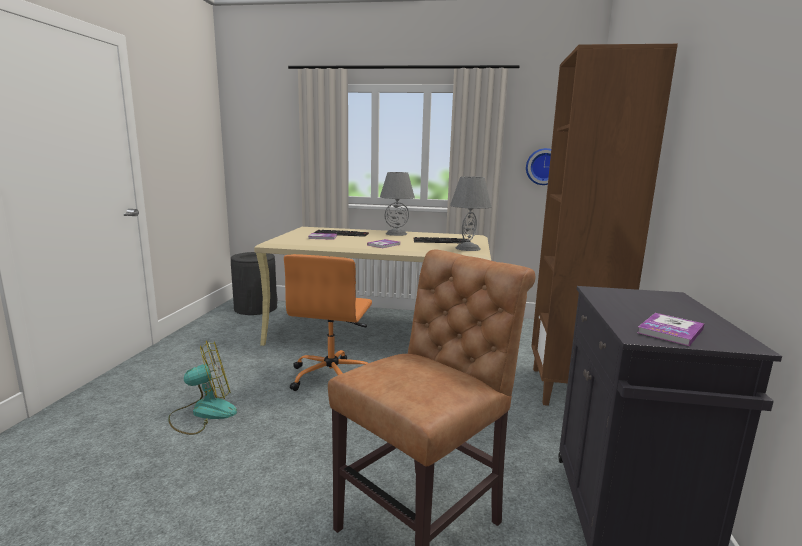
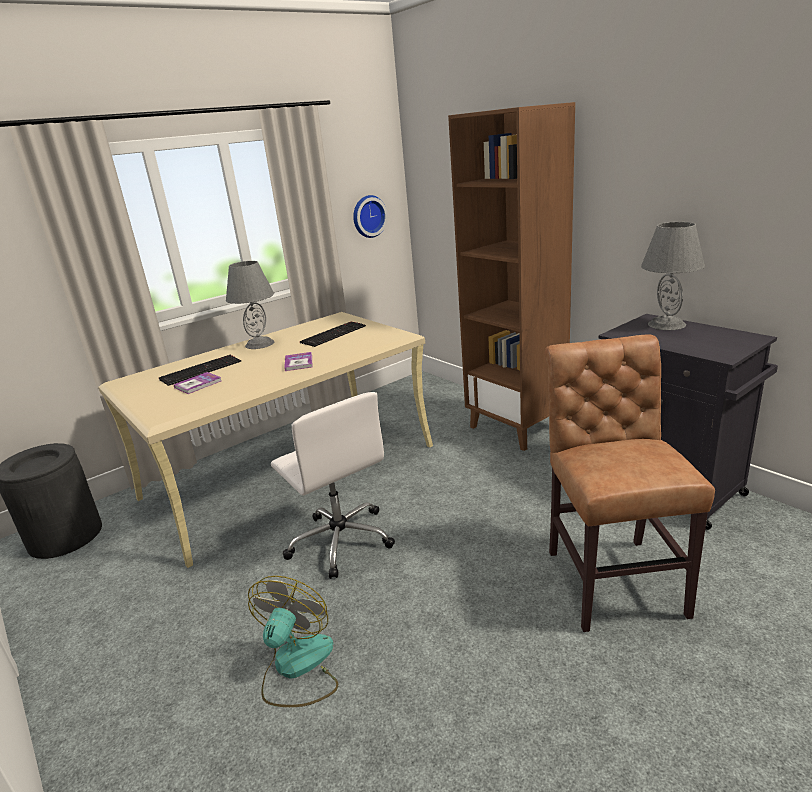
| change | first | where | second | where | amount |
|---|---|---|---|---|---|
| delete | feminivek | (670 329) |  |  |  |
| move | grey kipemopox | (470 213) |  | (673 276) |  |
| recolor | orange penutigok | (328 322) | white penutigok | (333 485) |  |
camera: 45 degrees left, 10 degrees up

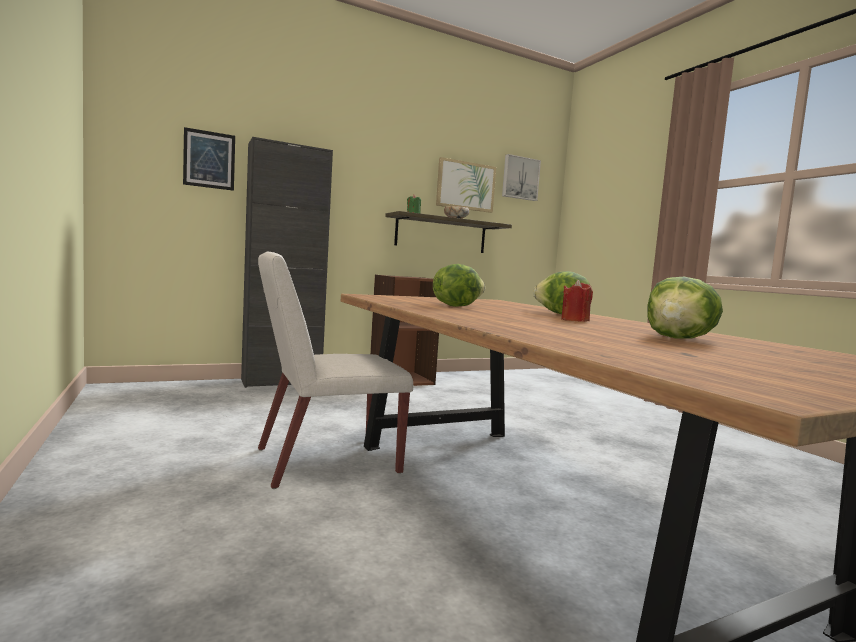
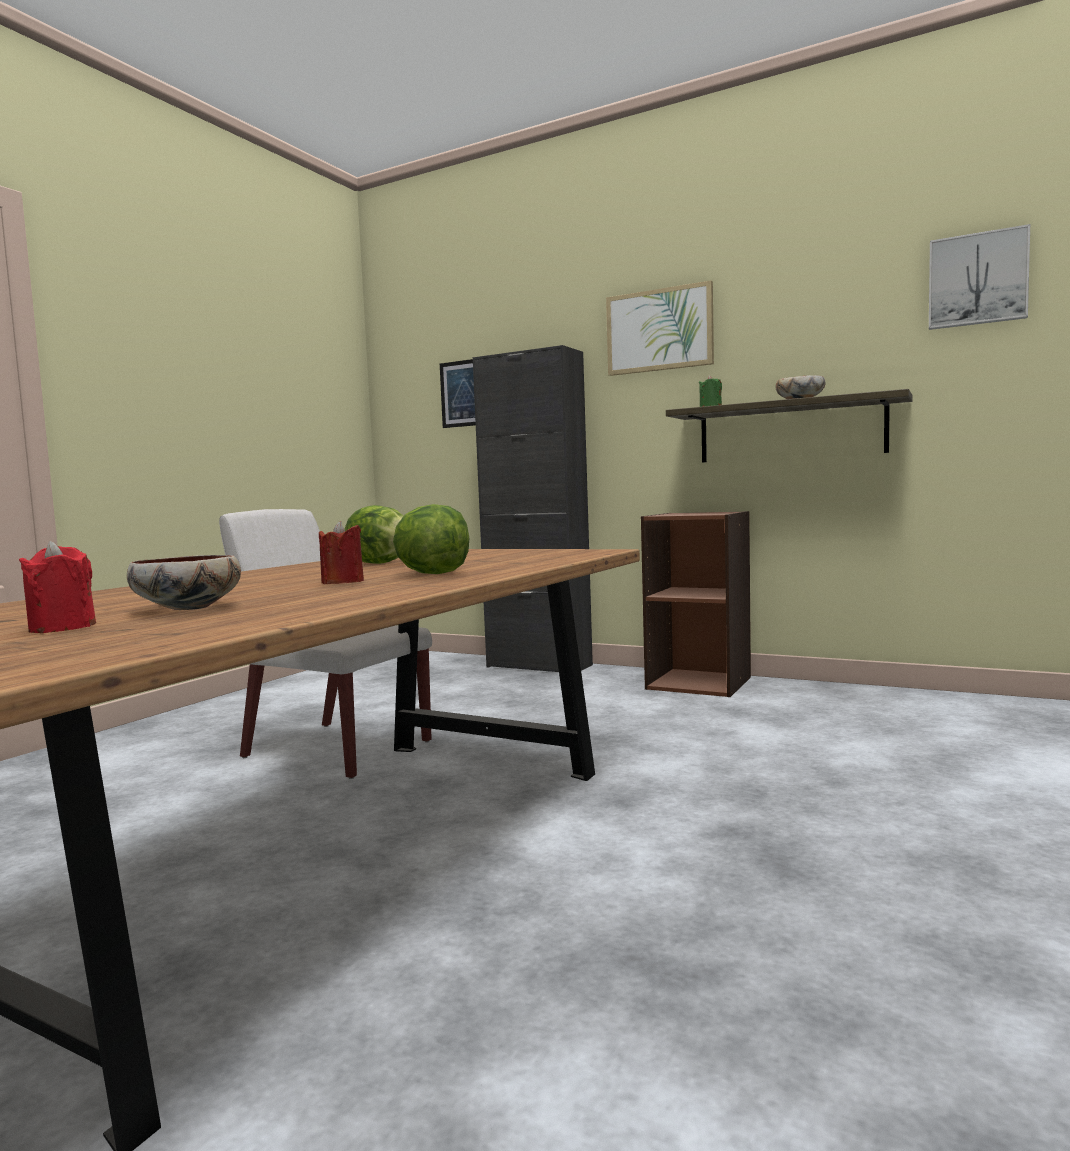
| change | first | where | second | where | amount |
|---|---|---|---|---|---|
| insert |  |  | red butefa | (57 587) |  |
| move | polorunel | (466 185) |  | (660 328) |  |
| replace | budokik | (685 308) | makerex | (184 582) |  |
camera: 55 degrees right, 0 degrees up

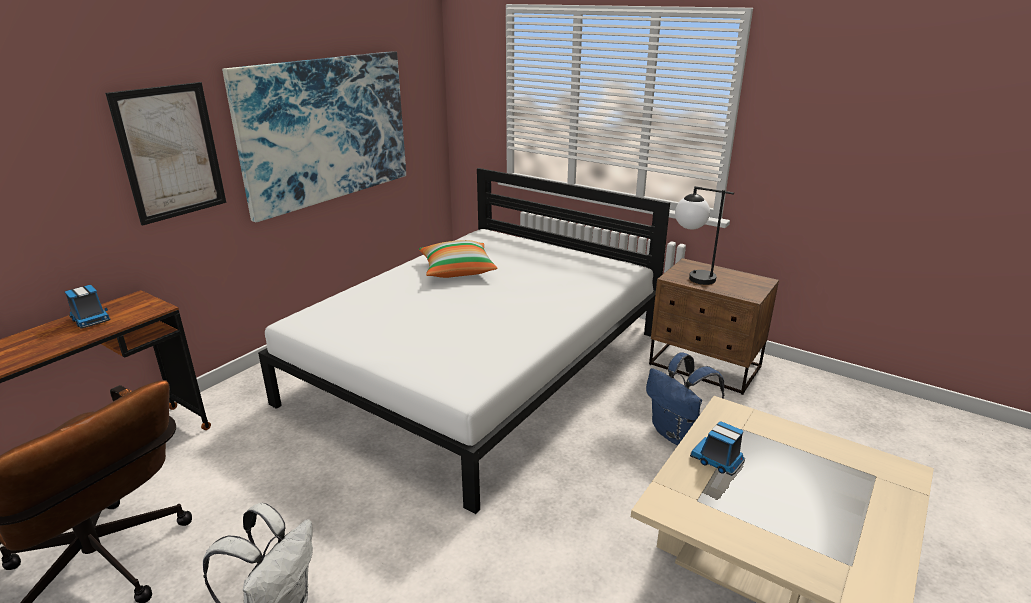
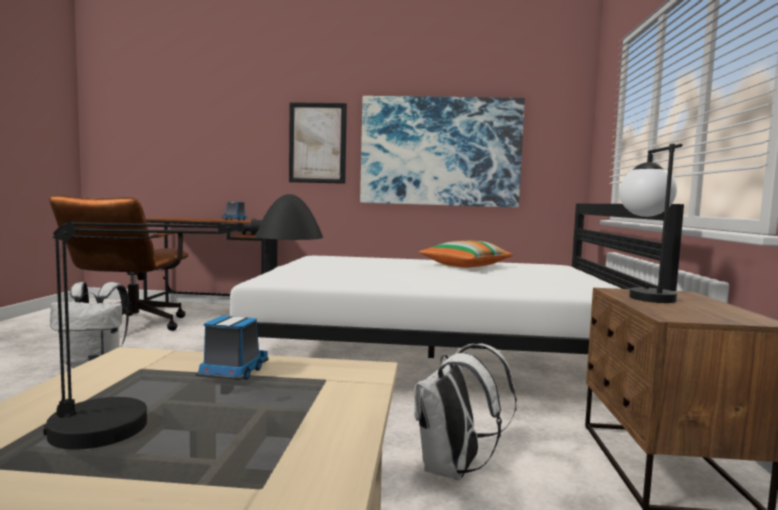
| change | first | where | second | where | amount |
|---|---|---|---|---|---|
| insert |  |  | black kipemopox | (183 322) |  |
| recolor | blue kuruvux | (685 398) | white kuruvux | (465 412) |  |
camera: 60 degrees right, 20 degrees down

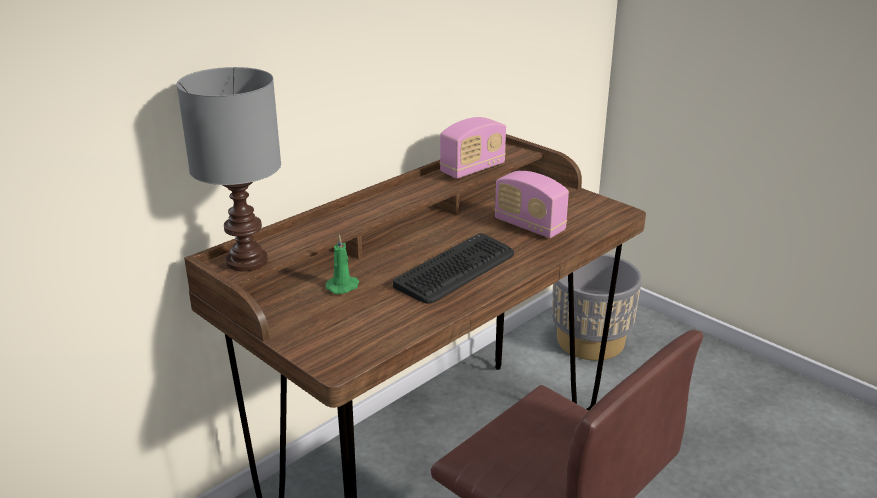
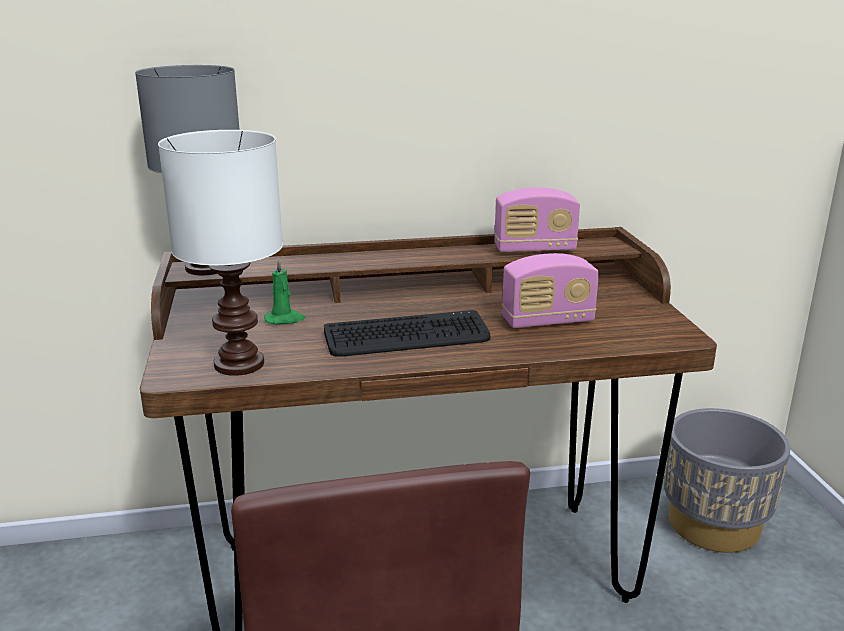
| change | first | where | second | where | amount |
|---|---|---|---|---|---|
| insert |  |  | white kipemopox | (220 253) |  |
| rotate | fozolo | (531 204) |  | (550 290) | 90 degrees counterclockwise |
camera: 35 degrees right, 5 degrees down

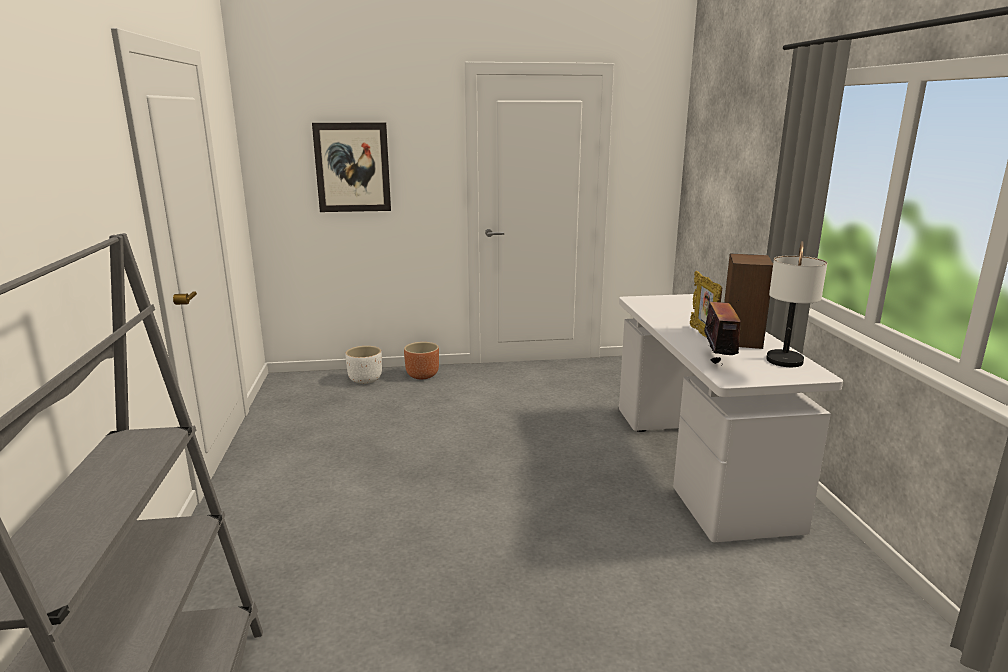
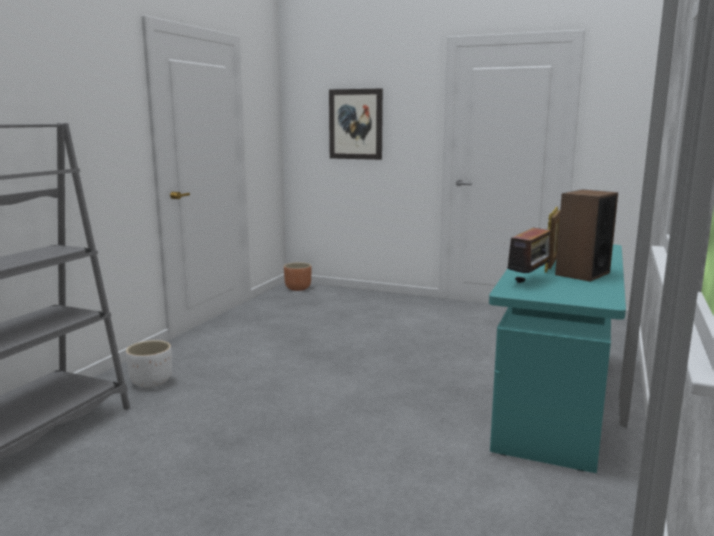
| change | first | where | second | where | amount |
|---|---|---|---|---|---|
| delete | kipemopox | (796 304) |  |  |  |
| move | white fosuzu | (363 365) |  | (149 364) |  |
| move | brown fosuzu | (421 360) |  | (298 276) |  |
| recolor | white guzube | (731 418) | turquoise guzube | (557 358) |  |
camera: 30 degrees right, 5 degrees down

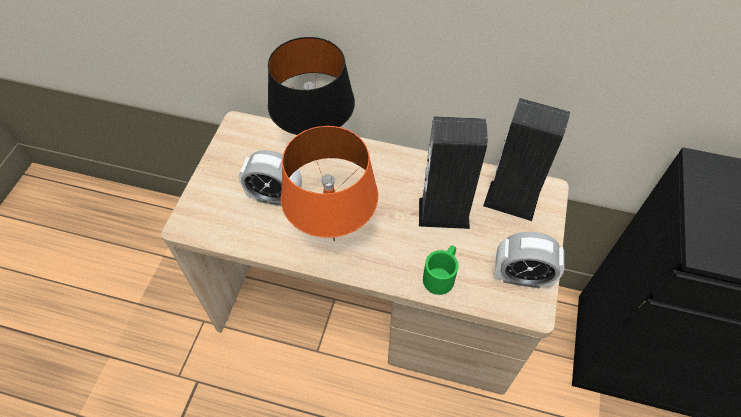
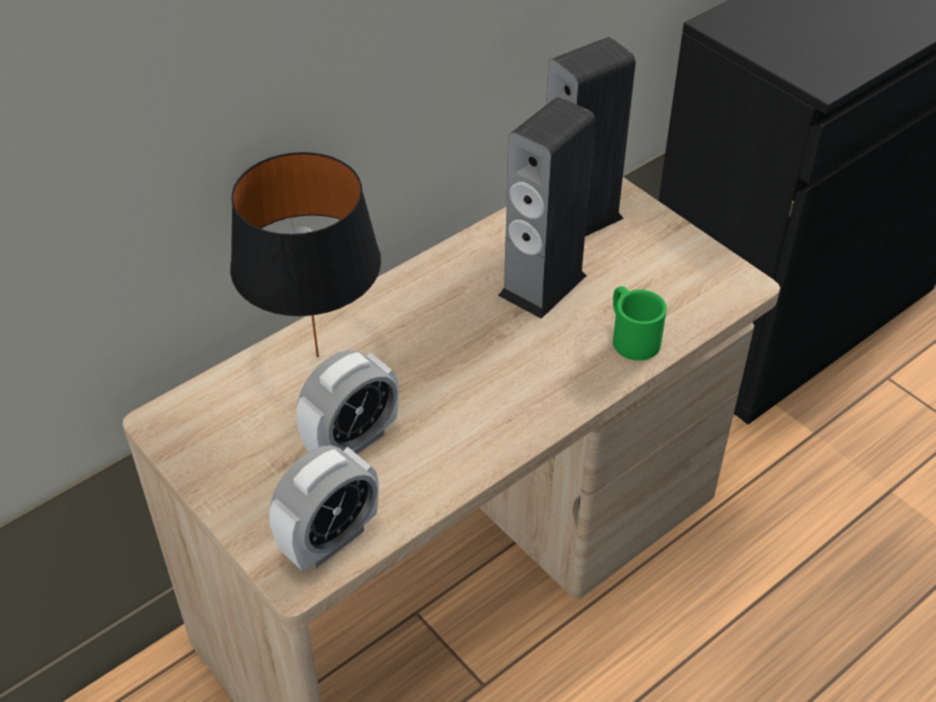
| change | first | where | second | where | amount |
|---|---|---|---|---|---|
| delete | orange kipemopox | (329 183) |  |  |  |
| move | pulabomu | (529 260) |  | (324 508) |  |
camera: 55 degrees left, 10 degrees down

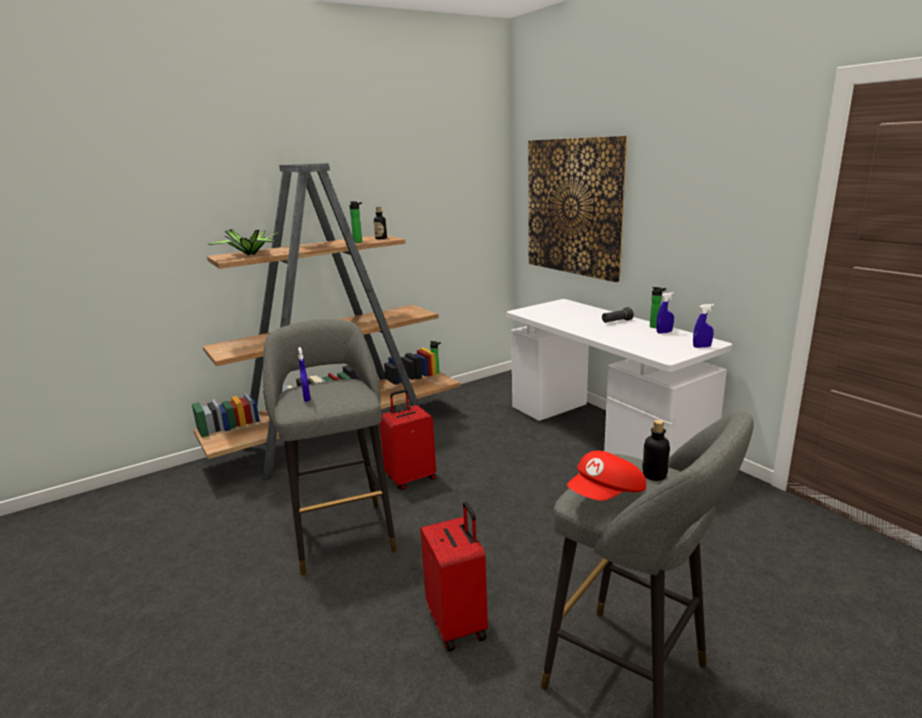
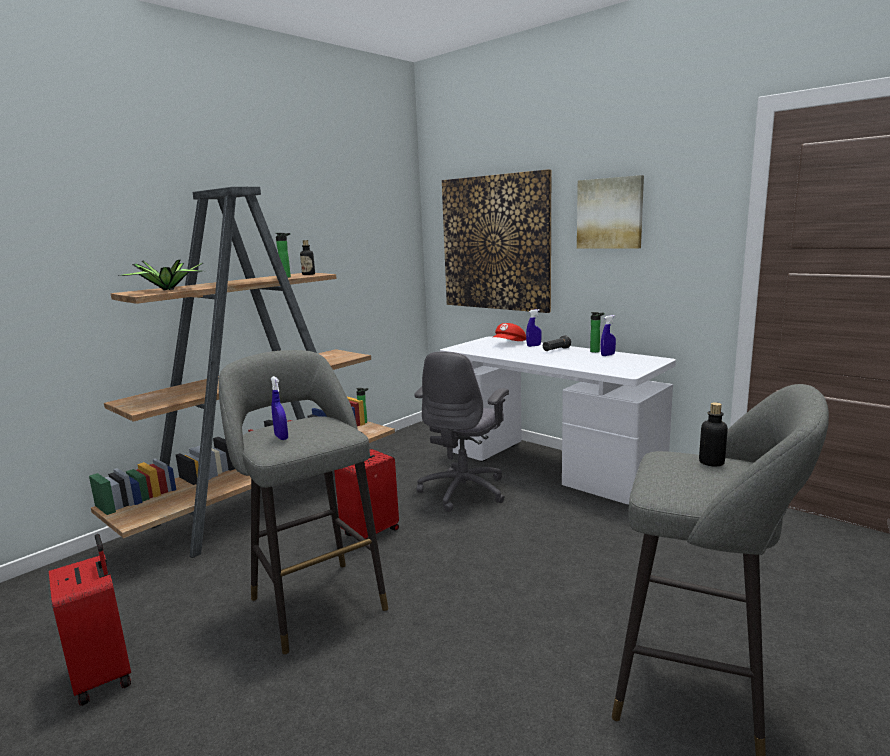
| change | first | where | second | where | amount |
|---|---|---|---|---|---|
| insert |  |  | grey penutigok | (461 431) |  |
| insert |  |  | polorunel | (610 211) |  |
| move | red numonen | (454 576) |  | (90 620) |  |
| move | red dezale | (606 476) |  | (509 332) |  |
| move | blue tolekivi | (703 326) |  | (534 328) |  |
camera: 15 degrees left, 5 degrees down

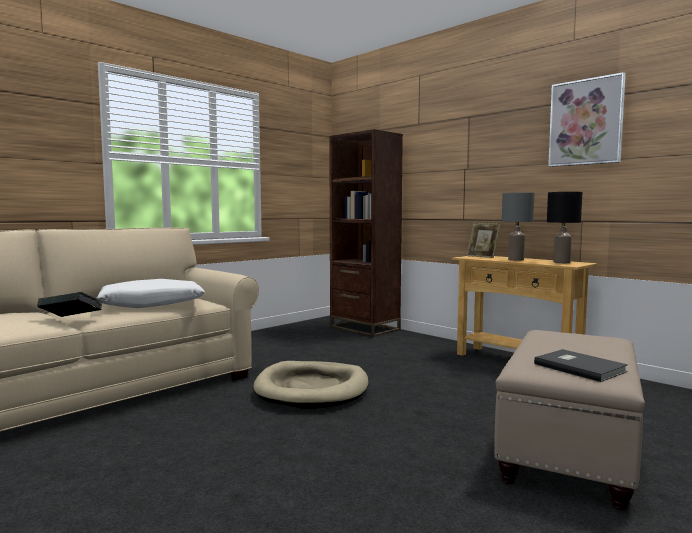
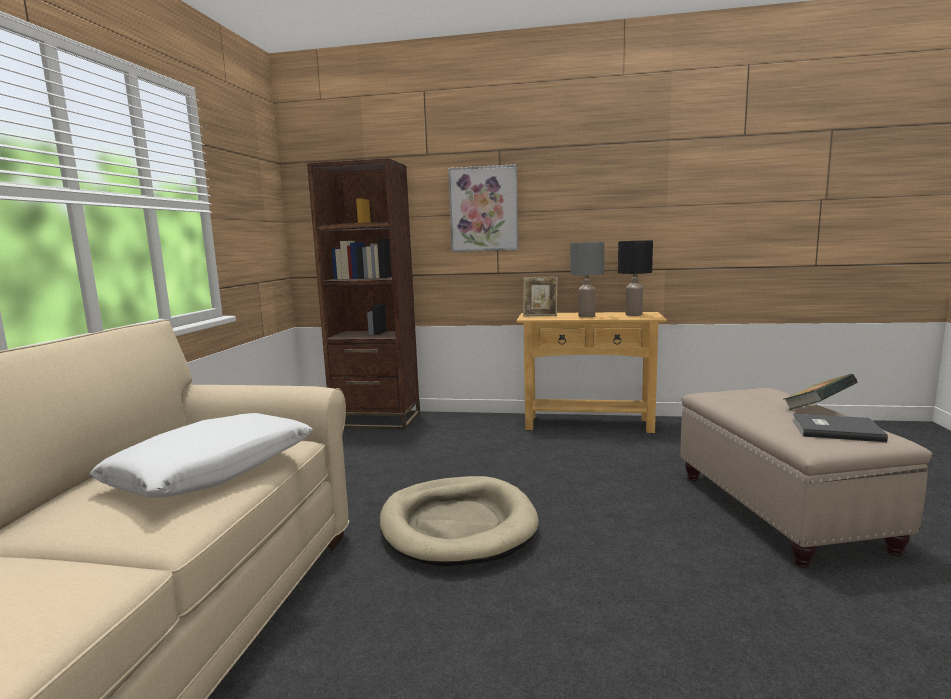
| change | first | where | second | where | amount |
|---|---|---|---|---|---|
| move | feminivek | (69 304) |  | (821 392) |  |
| move | polorunel | (587 119) |  | (483 208) |  |
camera: 35 degrees left, 5 degrees up

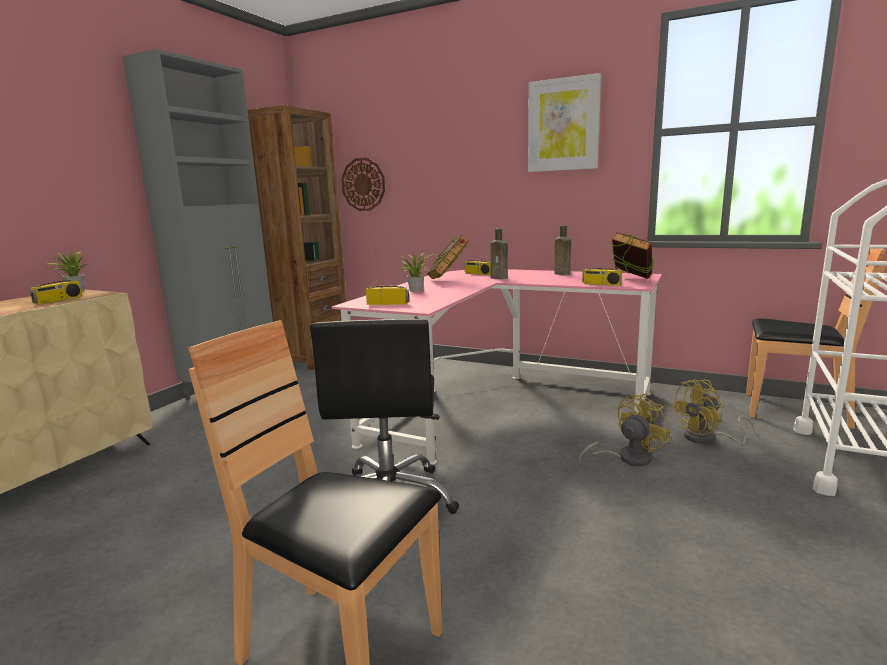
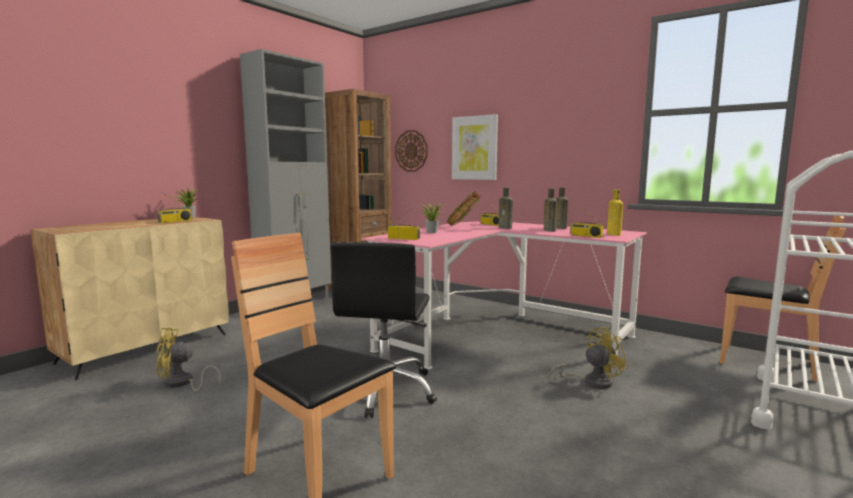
| change | first | where | second | where | amount |
|---|---|---|---|---|---|
| insert |  |  | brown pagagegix | (550 210) |  |
| move | polorunel | (564 122) |  | (475 147) |  |
| move | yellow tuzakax | (713 411) |  | (189 360) |  |
| replace | feminivek | (633 255) | yellow pagagegix | (615 213) |  |
camera: 10 degrees right, 5 degrees down

